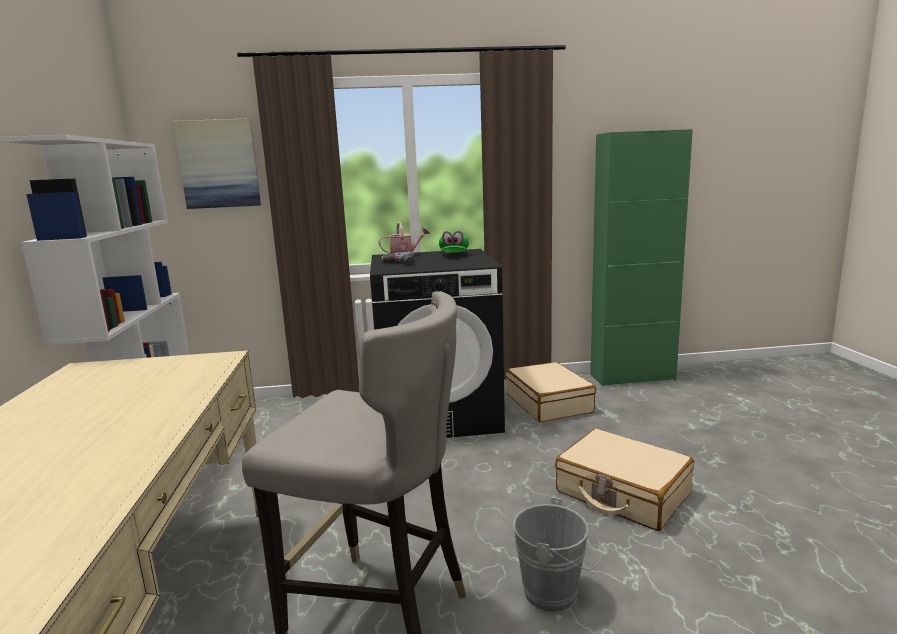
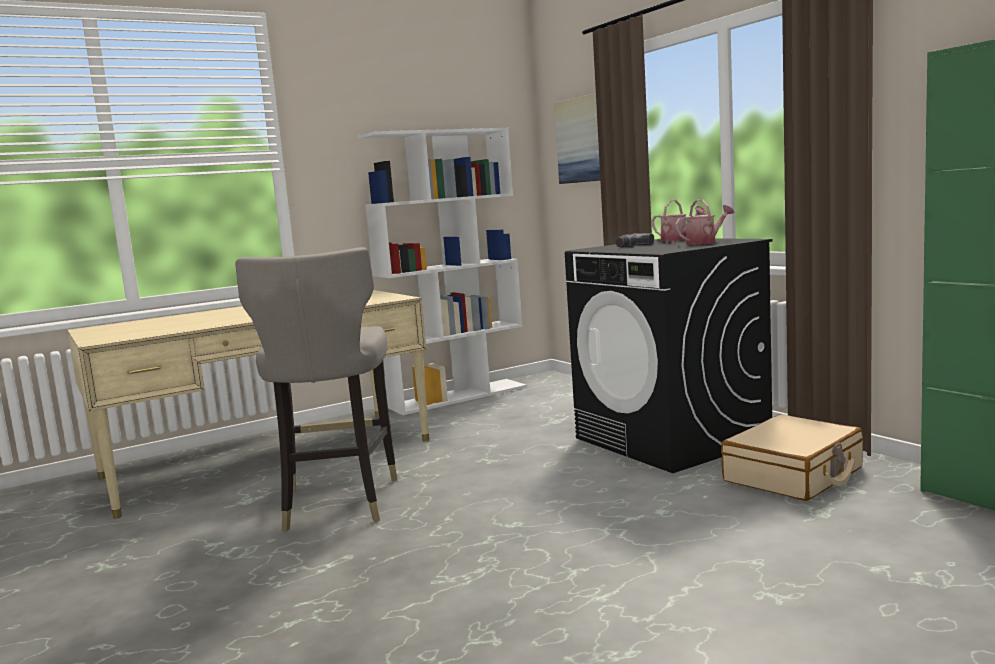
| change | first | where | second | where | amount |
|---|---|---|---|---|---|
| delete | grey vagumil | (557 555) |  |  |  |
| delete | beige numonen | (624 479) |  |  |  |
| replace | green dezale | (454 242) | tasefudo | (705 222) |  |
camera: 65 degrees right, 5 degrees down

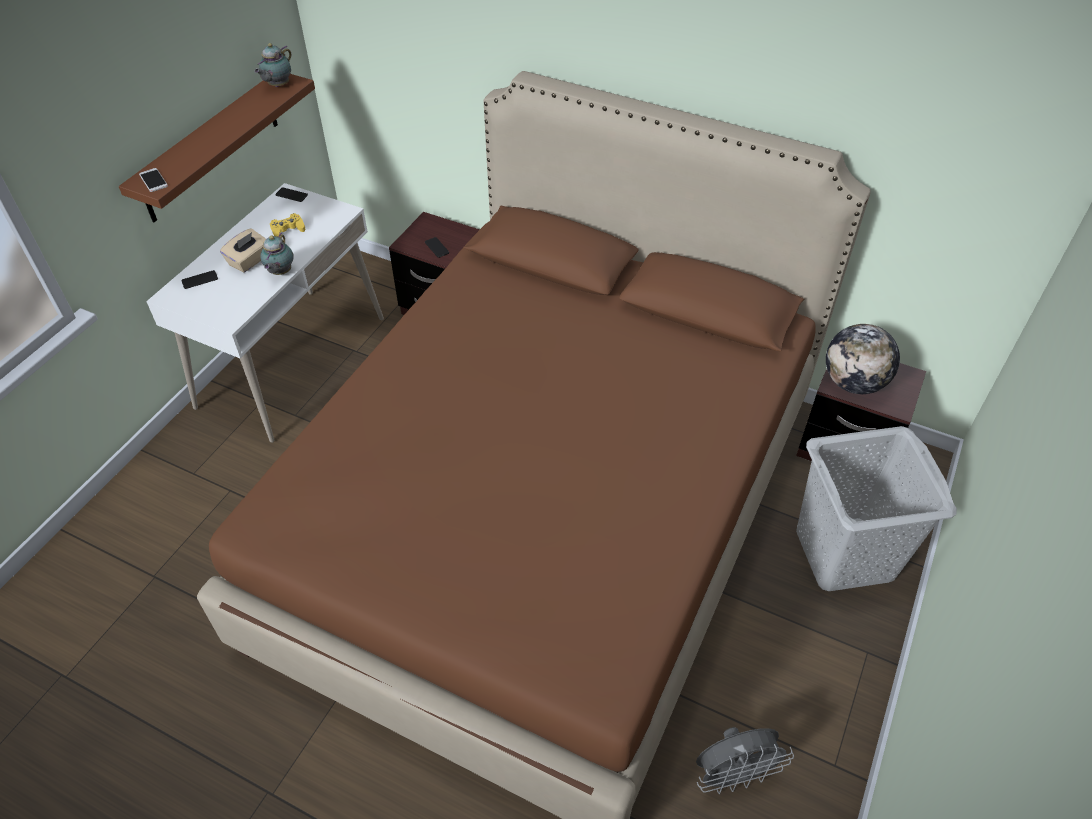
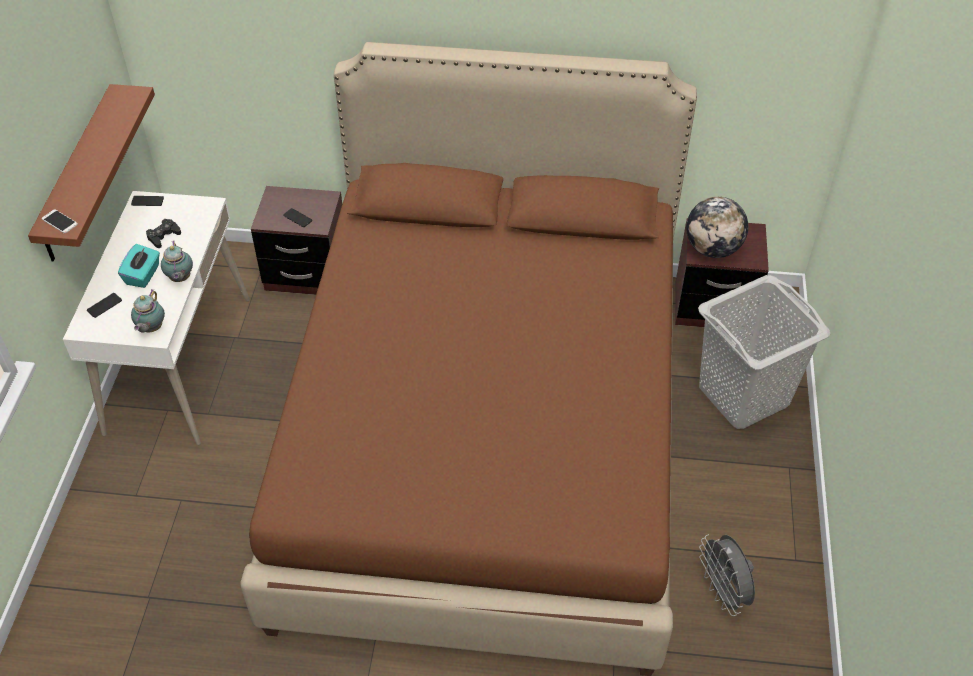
| change | first | where | second | where | amount |
|---|---|---|---|---|---|
| move | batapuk | (272 65) |  | (148 311) |  |
| recolor | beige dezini | (243 250) | turquoise dezini | (139 266) |  |
| recolor | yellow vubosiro | (287 225) | black vubosiro | (163 233) |  |
| rotate | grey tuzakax | (745 760) |  | (727 575) | 105 degrees clockwise |
camera: 20 degrees left, 0 degrees up

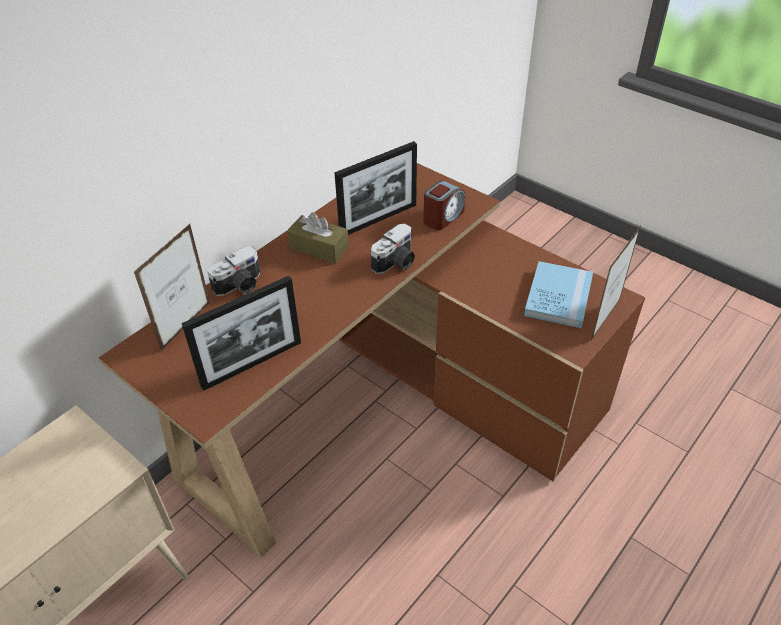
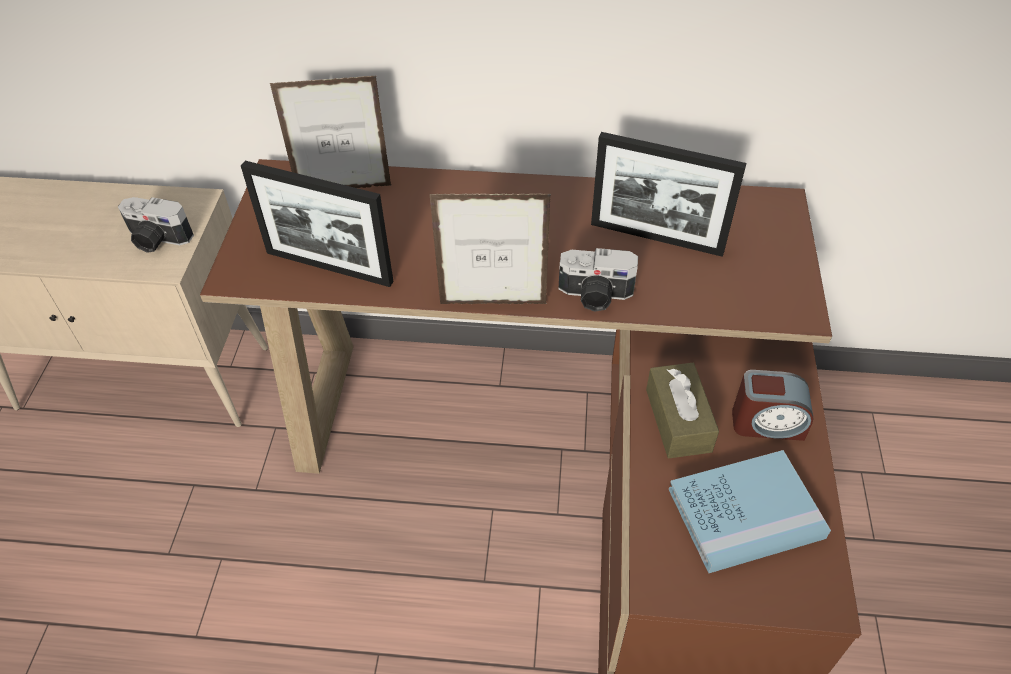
| change | first | where | second | where | amount |
|---|---|---|---|---|---|
| move | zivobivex | (233 271) |  | (156 225) |  |
| move | brown dezini | (318 237) |  | (682 410) |  |
| move | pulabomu | (444 205) |  | (773 405) |  |
| move | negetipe | (616 283) |  | (490 249) |  |
camera: 55 degrees right, 5 degrees up

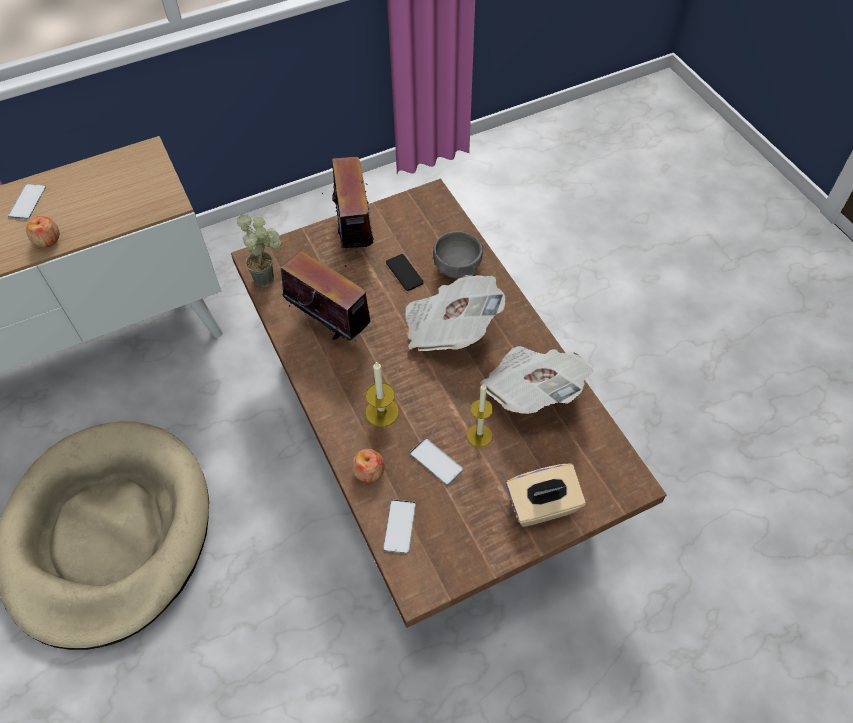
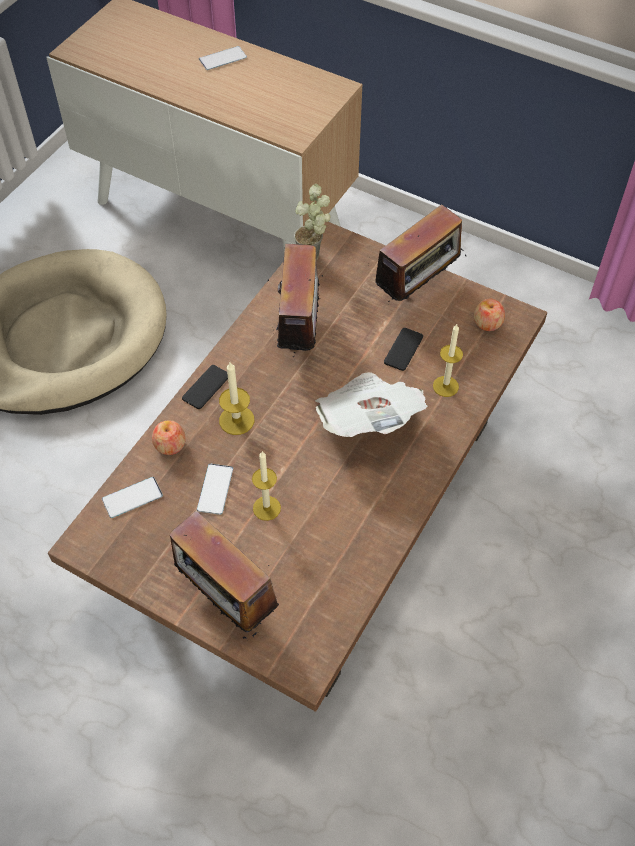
| change | first | where | second | where | amount |
|---|---|---|---|---|---|
| delete | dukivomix | (536 380) |  |  |  |
| insert |  |  | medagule | (205 387) |  |
| move | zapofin | (43 232) |  | (489 314) |  |
| replace | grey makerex | (458 254) | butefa | (448 360) |  |
| replace | beige dezini | (546 495) | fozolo | (224 575) |  |
camera: 55 degrees right, 0 degrees up

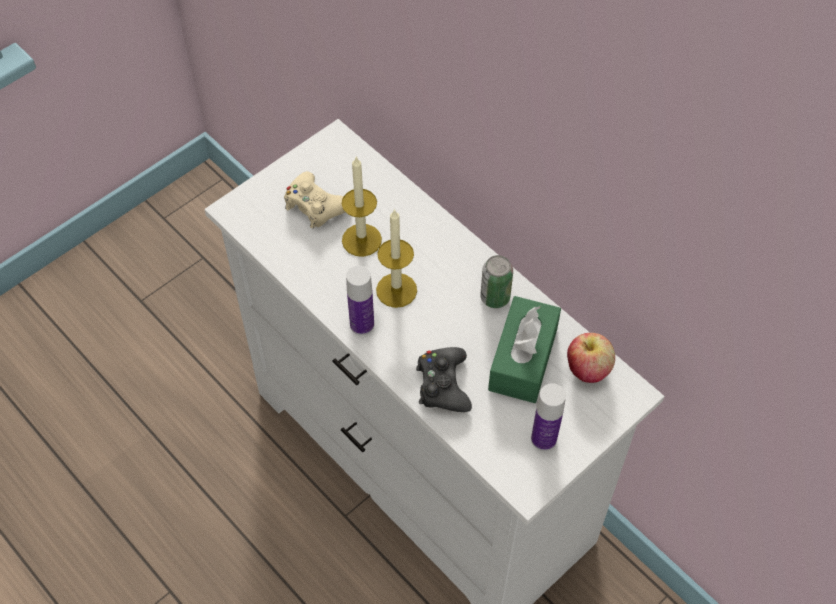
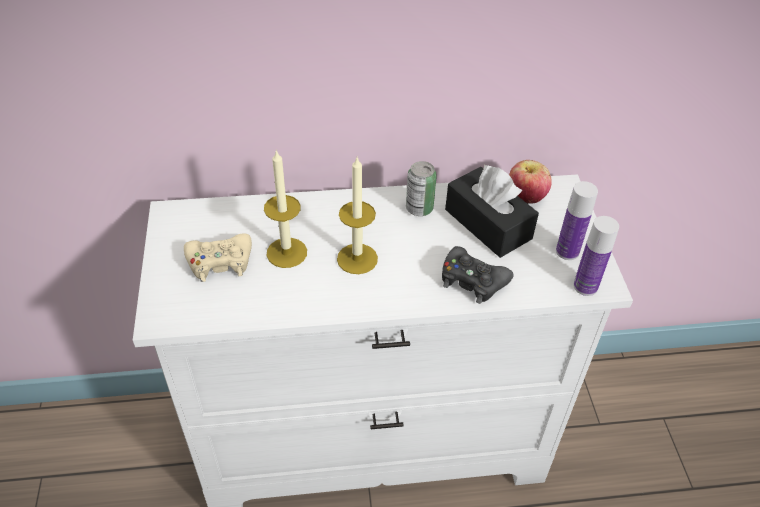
| change | first | where | second | where | amount |
|---|---|---|---|---|---|
| move | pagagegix | (360 300) |  | (596 256) |  |
| recolor | green dezini | (524 349) | black dezini | (492 211) |  |
camera: 55 degrees left, 10 degrees down

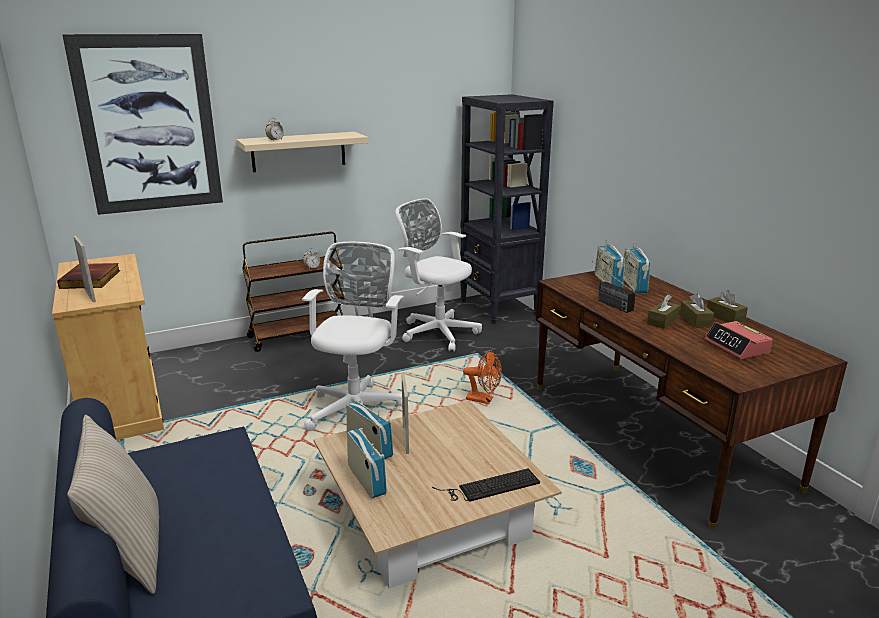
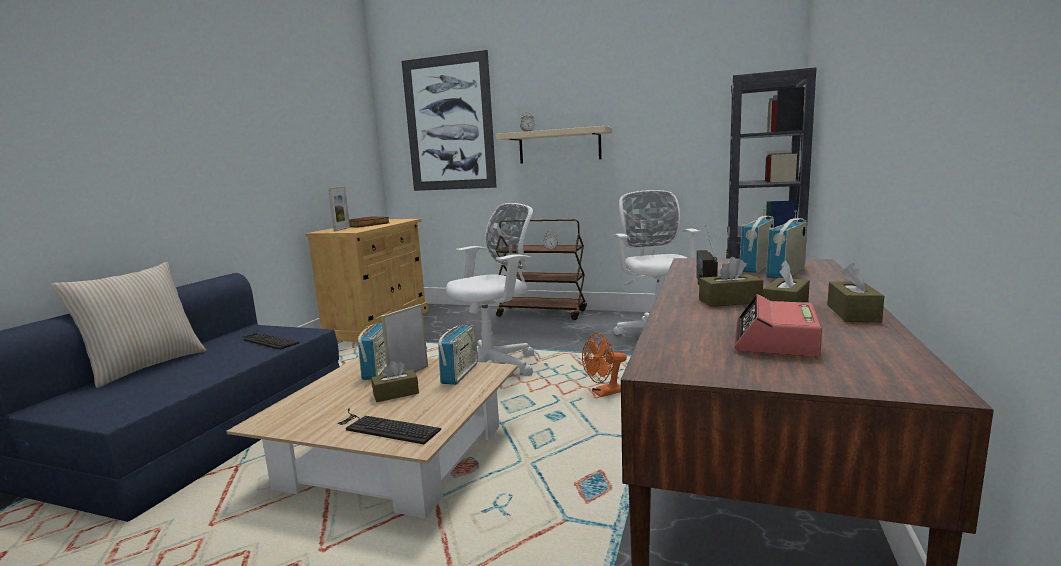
| change | first | where | second | where | amount |
|---|---|---|---|---|---|
| insert |  |  | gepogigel | (271 340) |  |
| insert |  |  | brown dezini | (395 381) |  |
| move | fozolo | (367 463) |  | (458 355) |  |
| rotate | orange tuzakax | (482 377) |  | (604 365) | 90 degrees clockwise |
camera: 45 degrees right, 10 degrees down

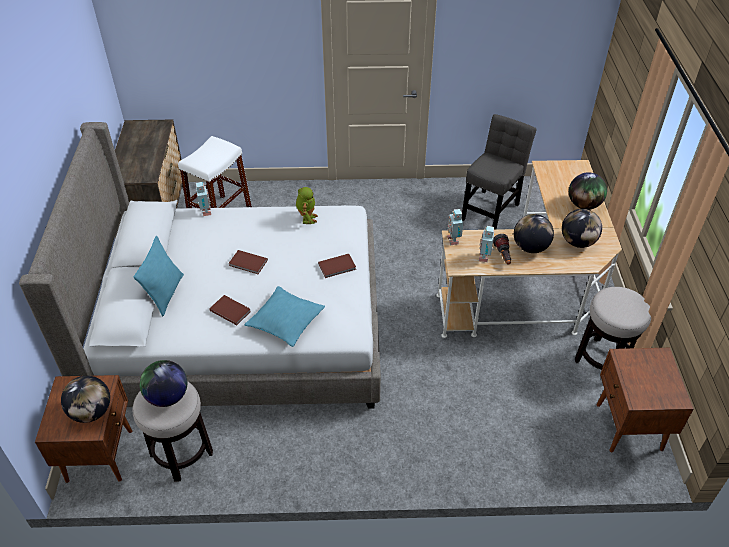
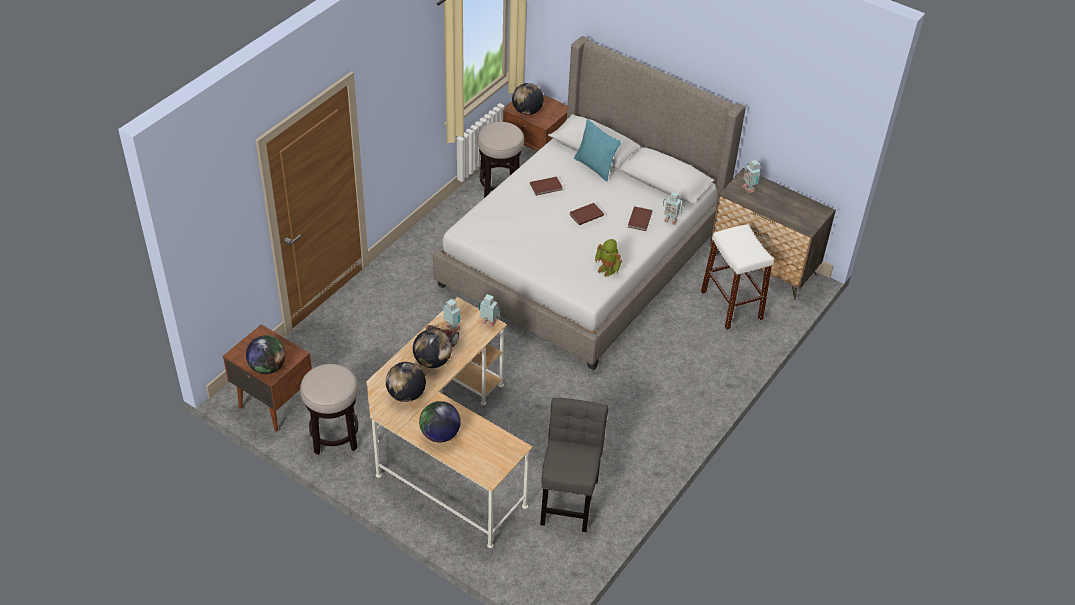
| change | first | where | second | where | amount |
|---|---|---|---|---|---|
| delete | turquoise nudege | (285 316) |  |  |  |
| insert |  |  | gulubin | (751 176) |  |
| move | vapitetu | (163 383) |  | (266 354) |  |
| move | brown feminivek | (337 266) |  | (640 218) |  |
| rotate | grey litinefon | (499 172) |  | (574 465) | 150 degrees counterclockwise |
camera: 125 degrees right, 0 degrees up

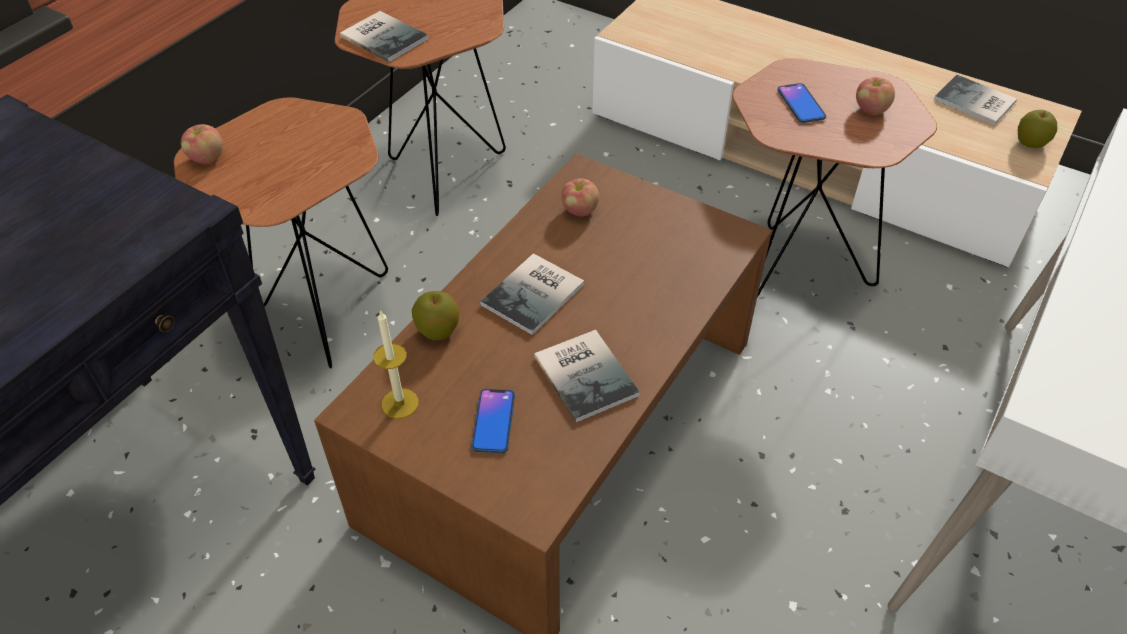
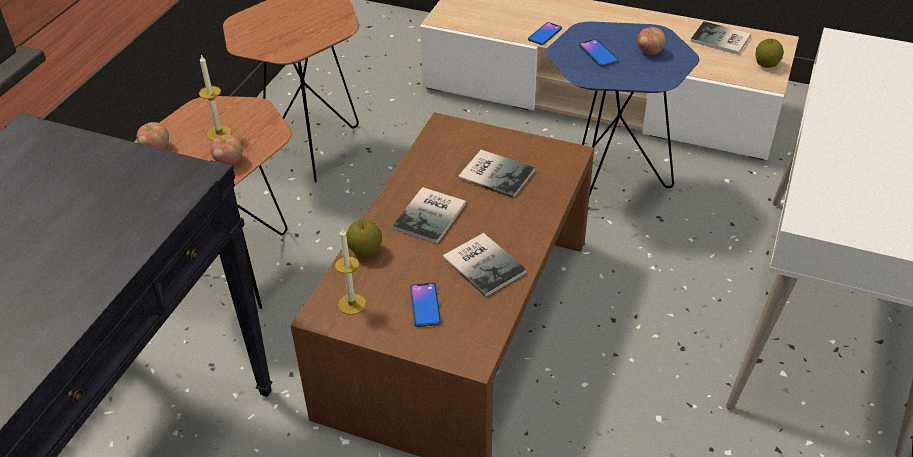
| change | first | where | second | where | amount |
|---|---|---|---|---|---|
| insert |  |  | butefa | (215 98) |  |
| insert |  |  | medagule | (545 33) |  |
| move | feminivek | (384 36) |  | (496 174) |  |
| move | zapofin | (580 197) |  | (226 150) |  |
| recolor | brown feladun | (834 177) | blue feladun | (622 109) |  |
camera: 10 degrees left, 5 degrees down

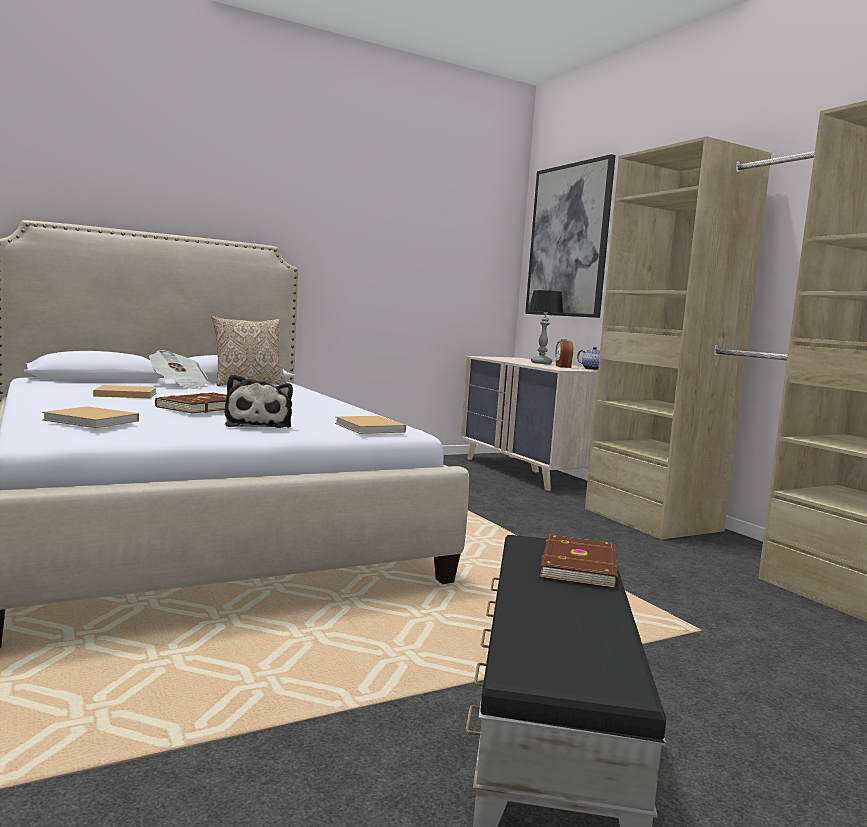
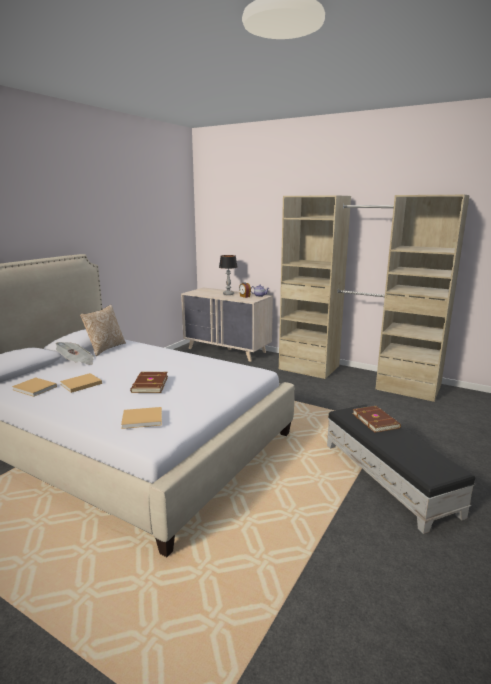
| change | first | where | second | where | amount |
|---|---|---|---|---|---|
| delete | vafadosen | (258 401) |  |  |  |
| delete | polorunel | (570 236) |  |  |  |
| move | beige feminivek | (370 425) |  | (34 387) |  |
camera: 30 degrees left, 10 degrees up

